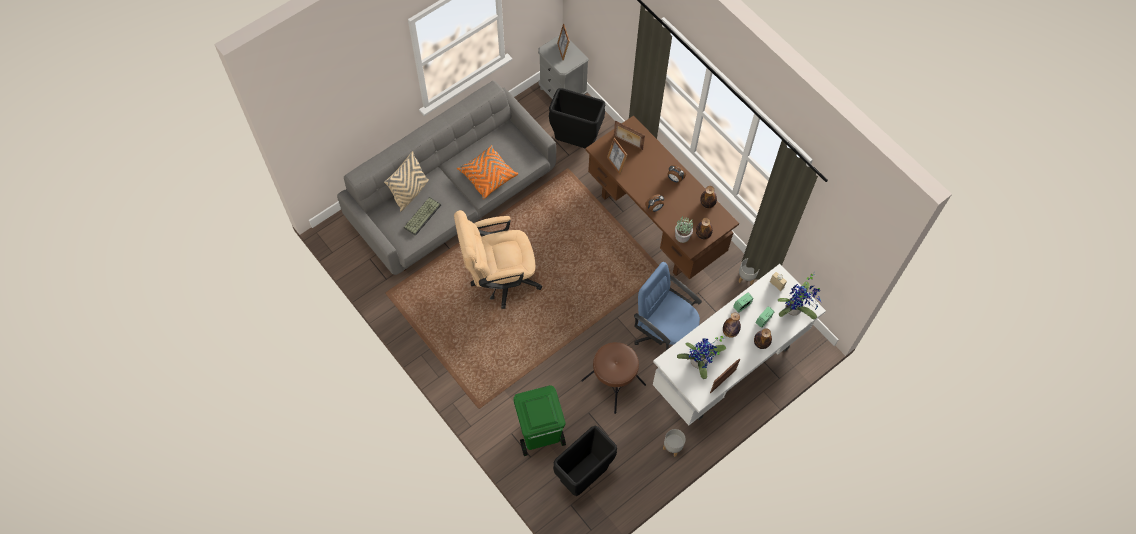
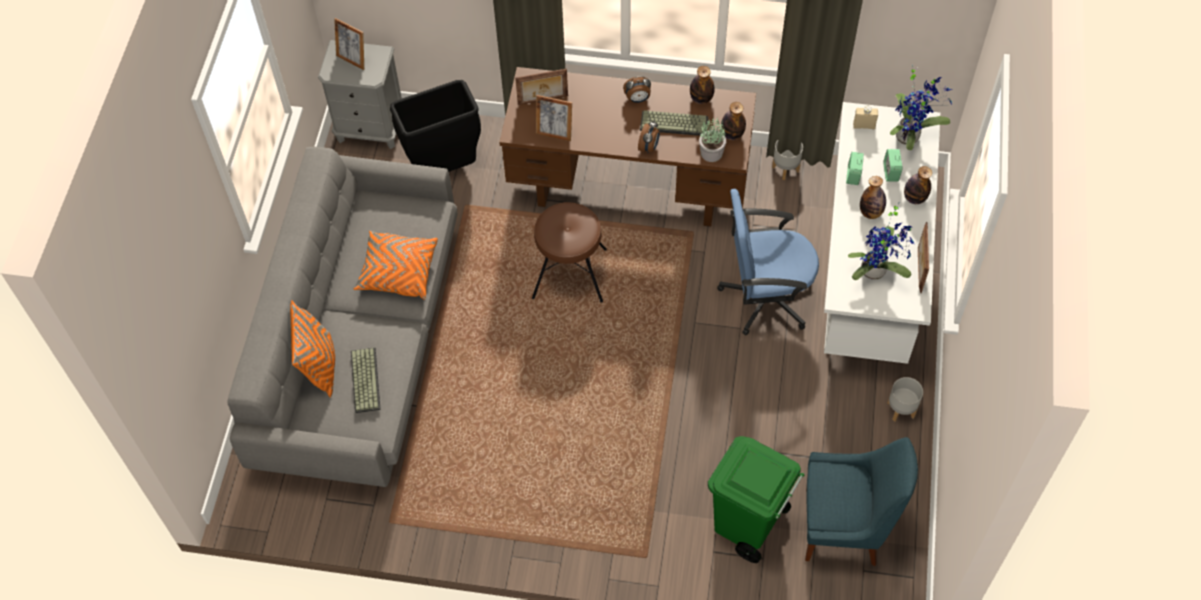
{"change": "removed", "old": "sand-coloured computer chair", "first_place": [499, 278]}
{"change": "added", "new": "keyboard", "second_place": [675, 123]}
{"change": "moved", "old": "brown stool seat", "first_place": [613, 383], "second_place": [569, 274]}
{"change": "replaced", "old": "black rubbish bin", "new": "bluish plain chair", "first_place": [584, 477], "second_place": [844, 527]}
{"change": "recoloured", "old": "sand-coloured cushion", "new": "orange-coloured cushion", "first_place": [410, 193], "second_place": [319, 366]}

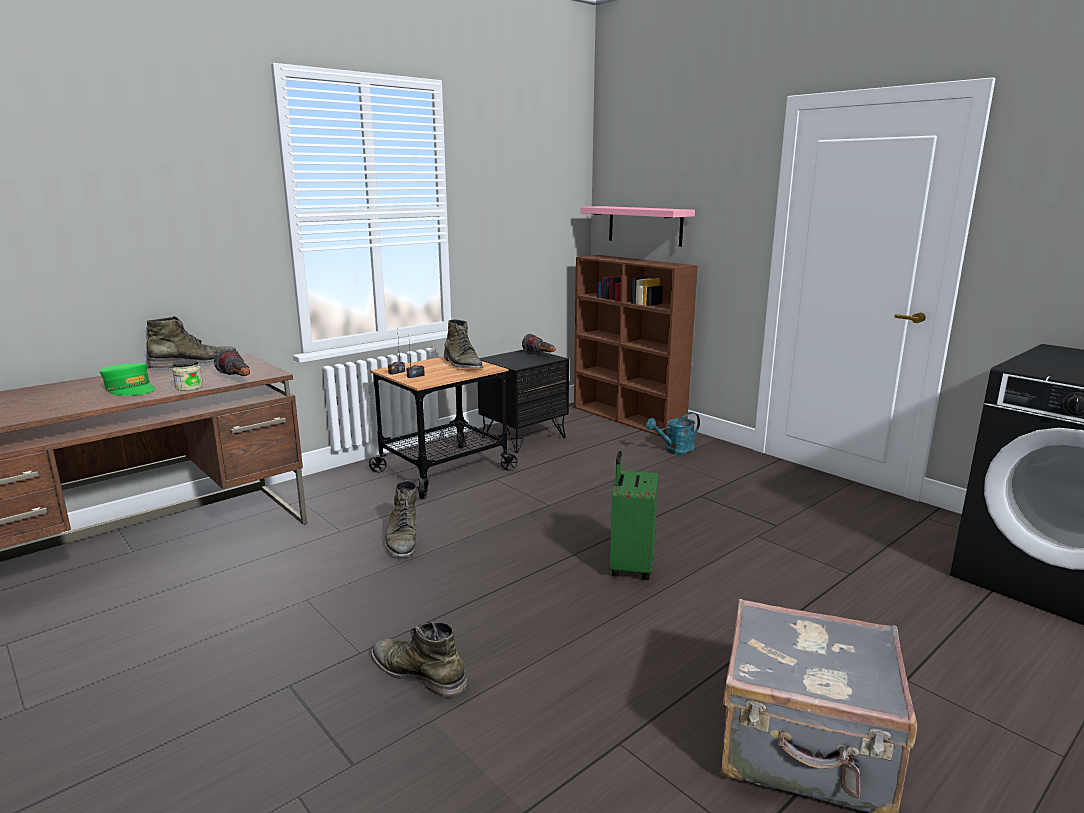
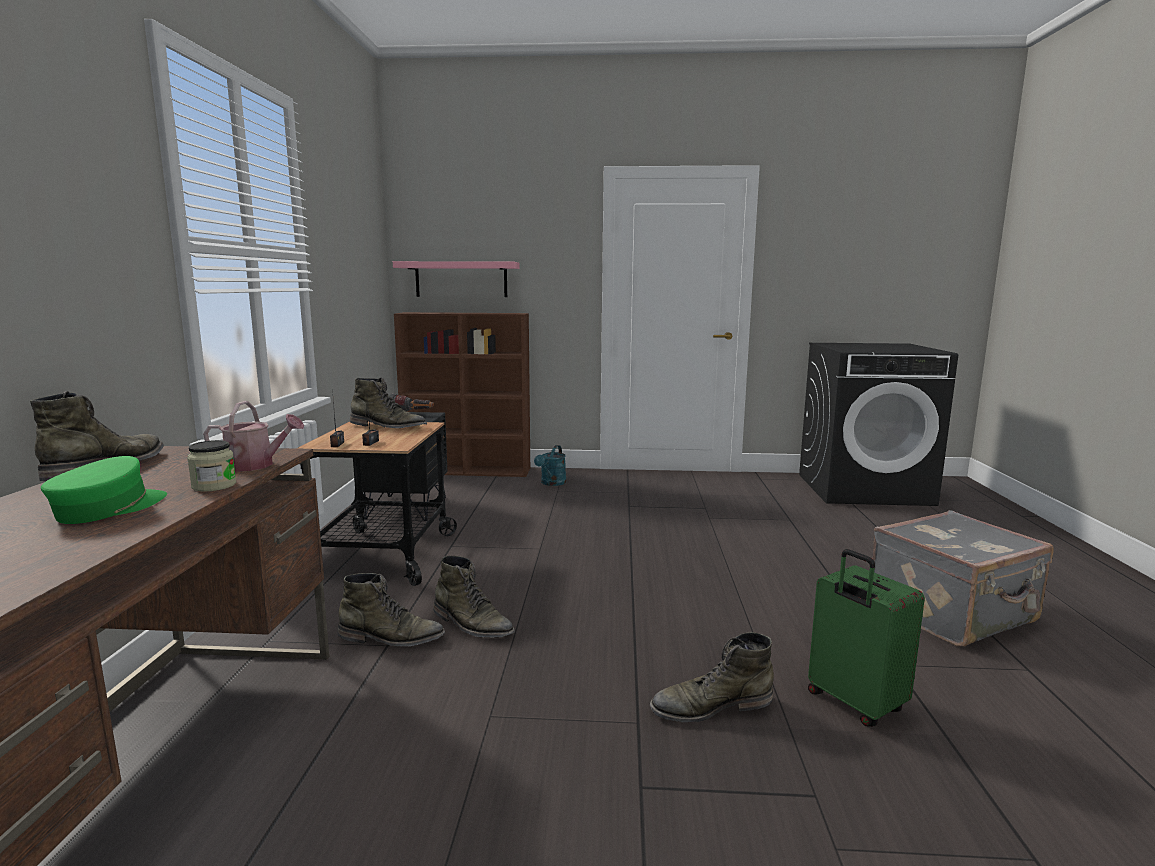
{"change": "added", "new": "green tall boot", "second_place": [391, 638]}
{"change": "moved", "old": "green travel case", "first_place": [630, 567], "second_place": [853, 703]}
{"change": "replaced", "old": "hand torch", "new": "watering can", "first_place": [238, 379], "second_place": [256, 465]}
{"change": "turned", "old": "green baseball cap", "first_place": [130, 389], "second_place": [109, 508], "degrees": -60}

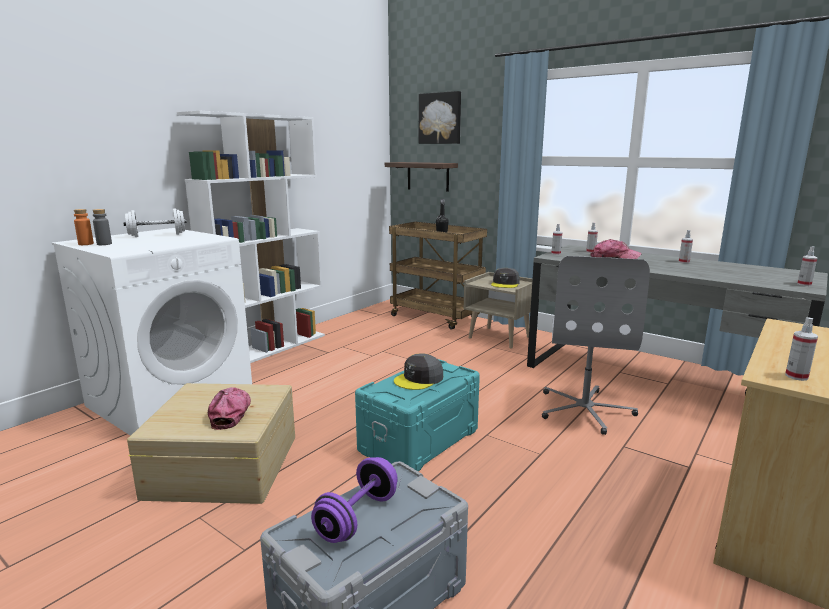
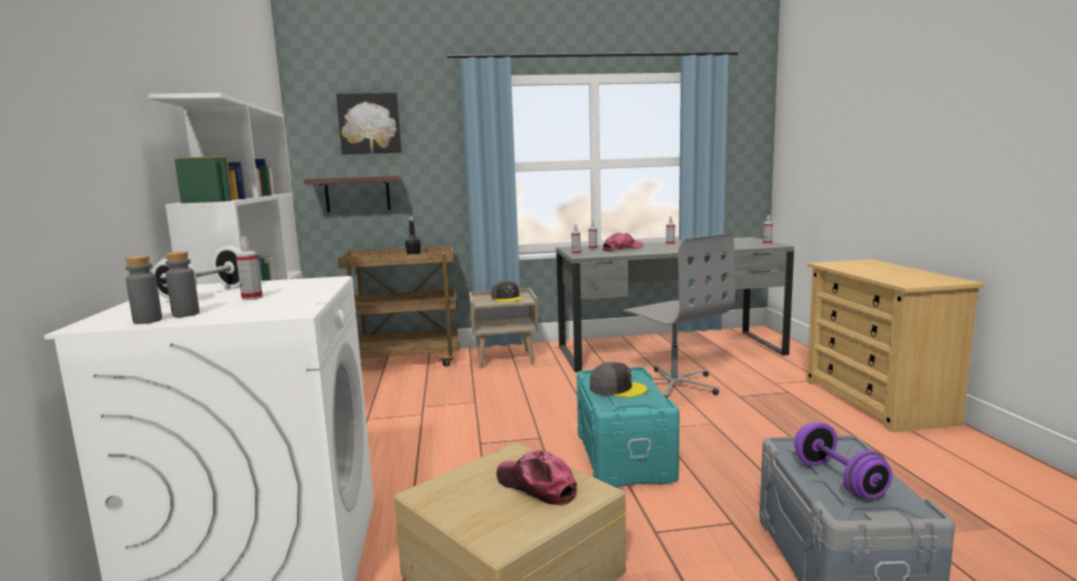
{"change": "moved", "old": "spray bottle", "first_place": [796, 376], "second_place": [252, 298]}
{"change": "recoloured", "old": "orange-coloured drink bottle", "new": "gray drink bottle", "first_place": [86, 244], "second_place": [147, 321]}
{"change": "turned", "old": "gray baseball cap", "first_place": [419, 379], "second_place": [617, 388], "degrees": -75}

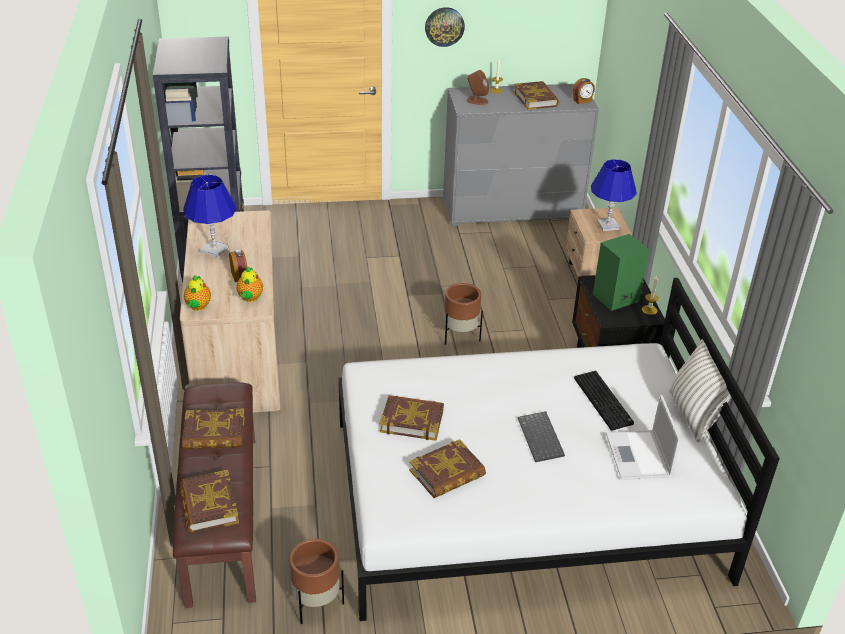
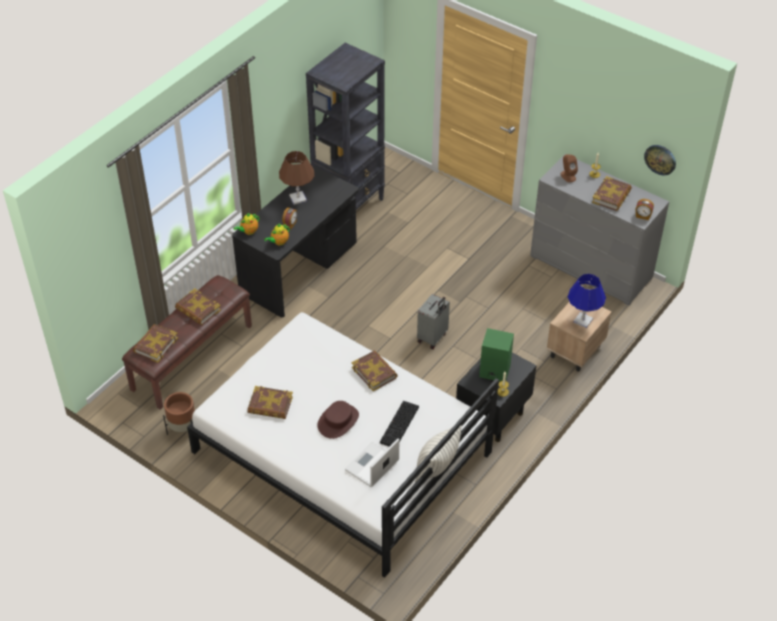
{"change": "moved", "old": "book", "first_place": [412, 421], "second_place": [374, 372]}
{"change": "moved", "old": "hanging clock", "first_place": [444, 26], "second_place": [660, 159]}
{"change": "replaced", "old": "brown flower pot", "new": "gray travel case", "first_place": [460, 336], "second_place": [433, 338]}
{"change": "replaced", "old": "keyboard", "new": "brown wearable hat", "first_place": [542, 438], "second_place": [338, 421]}
{"change": "recoloured", "old": "sand-coloured desk unit", "new": "black desk unit", "first_place": [237, 354], "second_place": [299, 268]}
{"change": "recoloured", "old": "bluish table lamp", "new": "brown table lamp", "first_place": [214, 249], "second_place": [298, 198]}

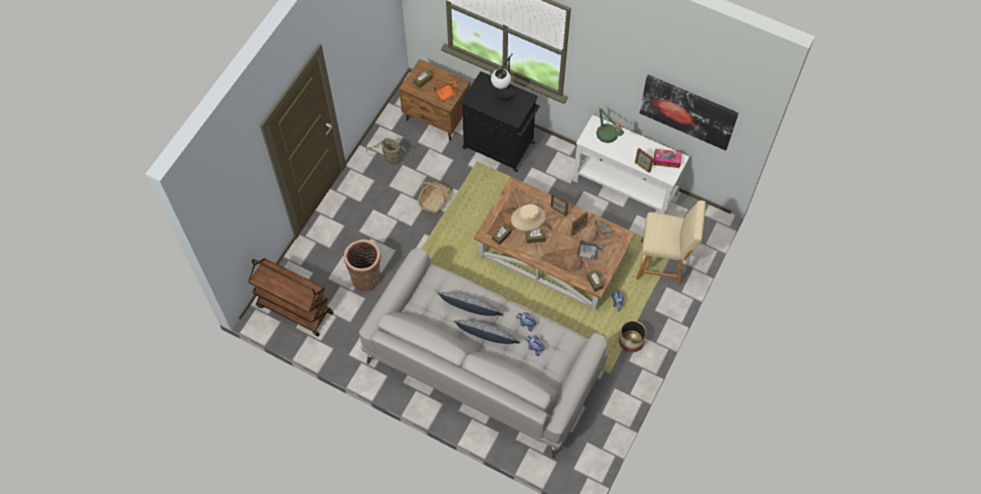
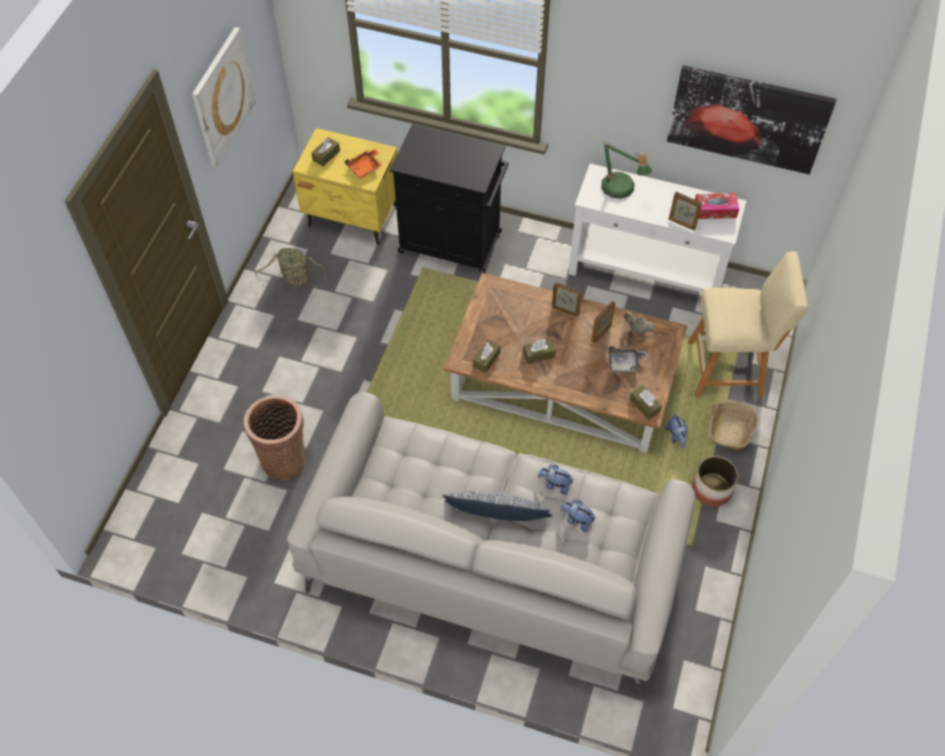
{"change": "removed", "old": "brown cart", "first_place": [294, 309]}
{"change": "removed", "old": "cushion", "first_place": [470, 309]}
{"change": "removed", "old": "table lamp", "first_place": [502, 98]}
{"change": "removed", "old": "sand-coloured wearable hat", "first_place": [528, 218]}
{"change": "added", "new": "wall picture", "second_place": [222, 97]}
{"change": "moved", "old": "basket", "first_place": [434, 200], "second_place": [730, 429]}
{"change": "recoloured", "old": "brown nightstand", "new": "yellow nightstand", "first_place": [437, 117], "second_place": [353, 217]}

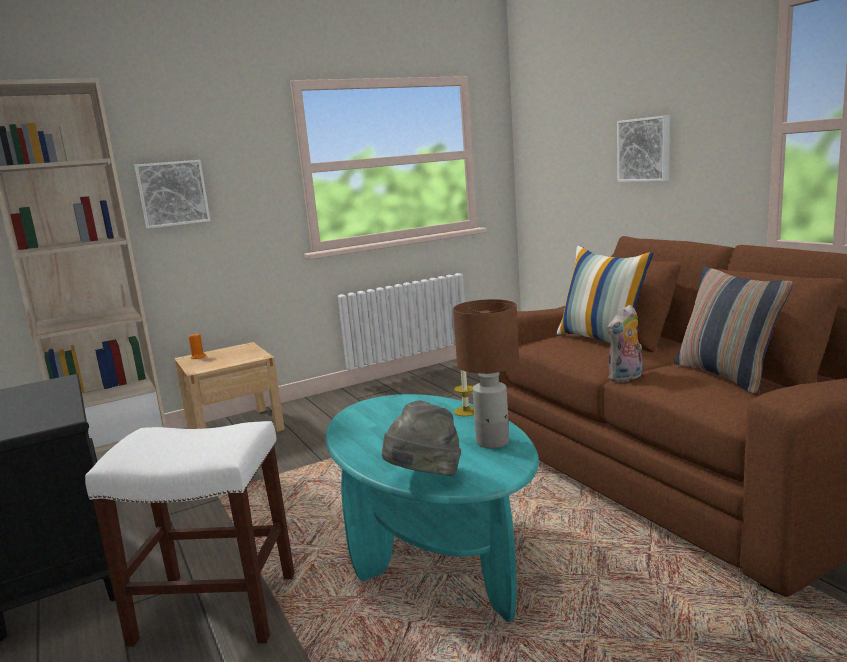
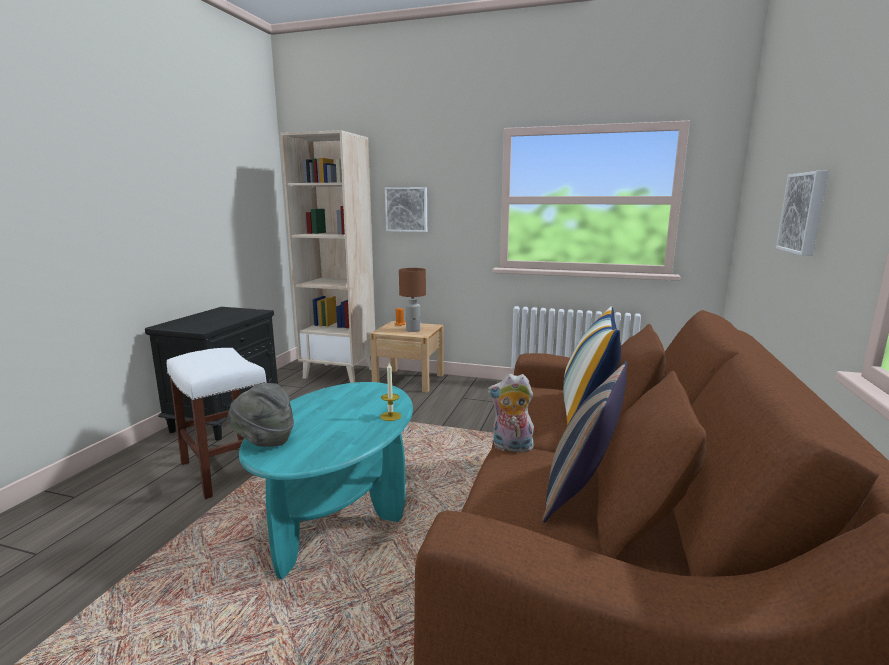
{"change": "moved", "old": "brown table lamp", "first_place": [492, 441], "second_place": [413, 330]}

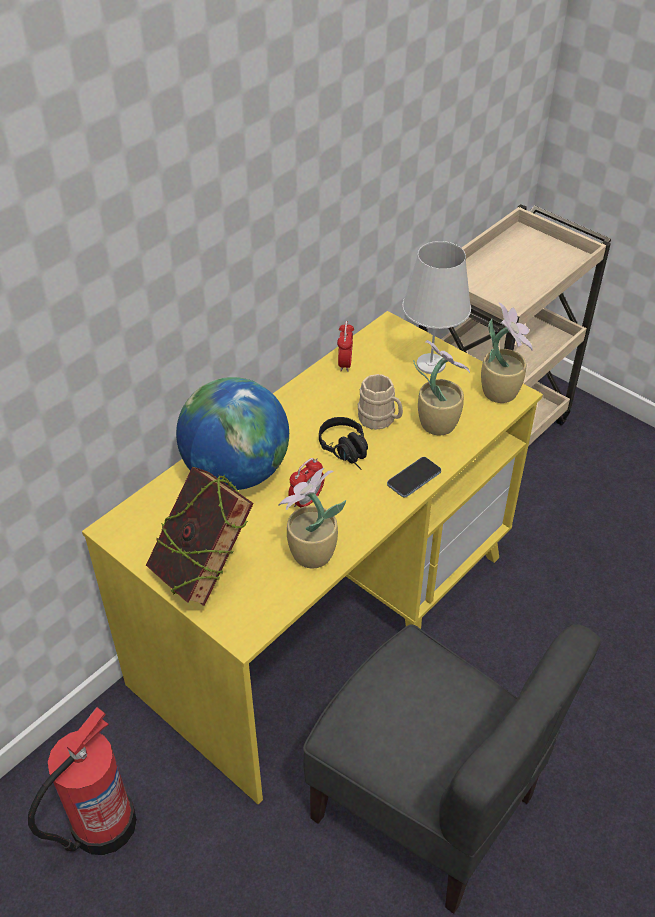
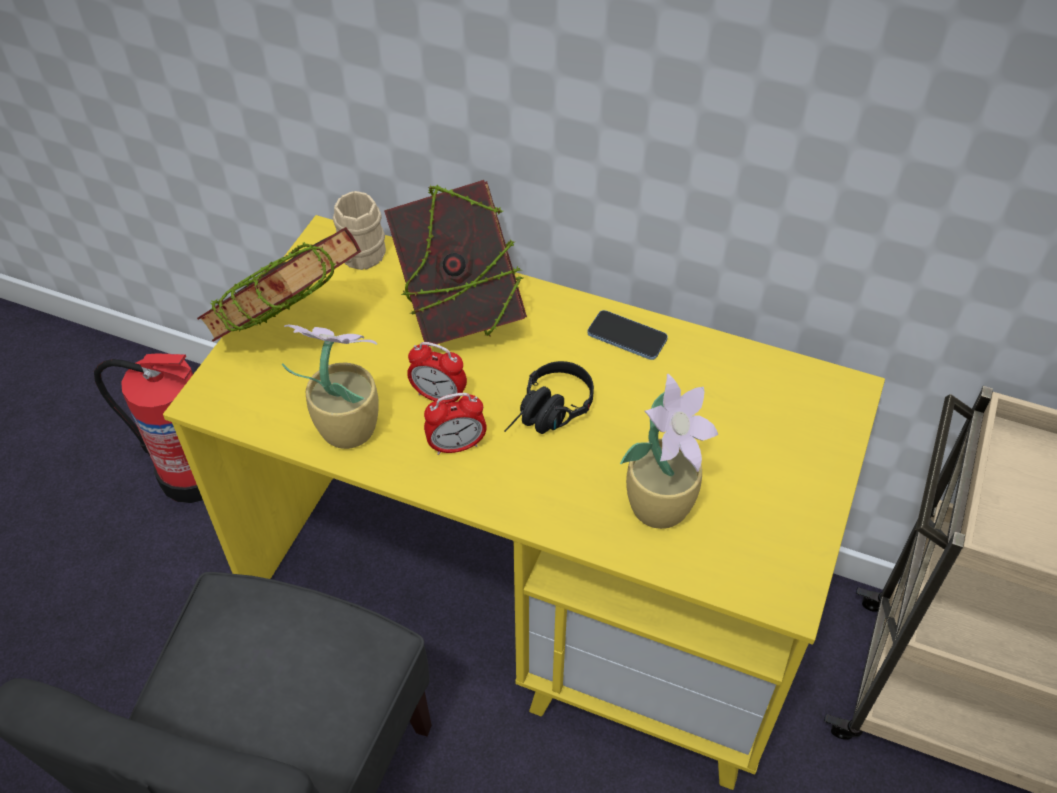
{"change": "removed", "old": "white table lamp", "first_place": [431, 364]}
{"change": "removed", "old": "houseplant", "first_place": [500, 391]}
{"change": "moved", "old": "bedside clock", "first_place": [345, 363], "second_place": [456, 446]}
{"change": "moved", "old": "sand-coloured coffee mug", "first_place": [380, 420], "second_place": [359, 258]}
{"change": "moved", "old": "telephone", "first_place": [414, 478], "second_place": [627, 337]}
{"change": "replaced", "old": "world globe", "new": "book", "first_place": [236, 472], "second_place": [459, 312]}

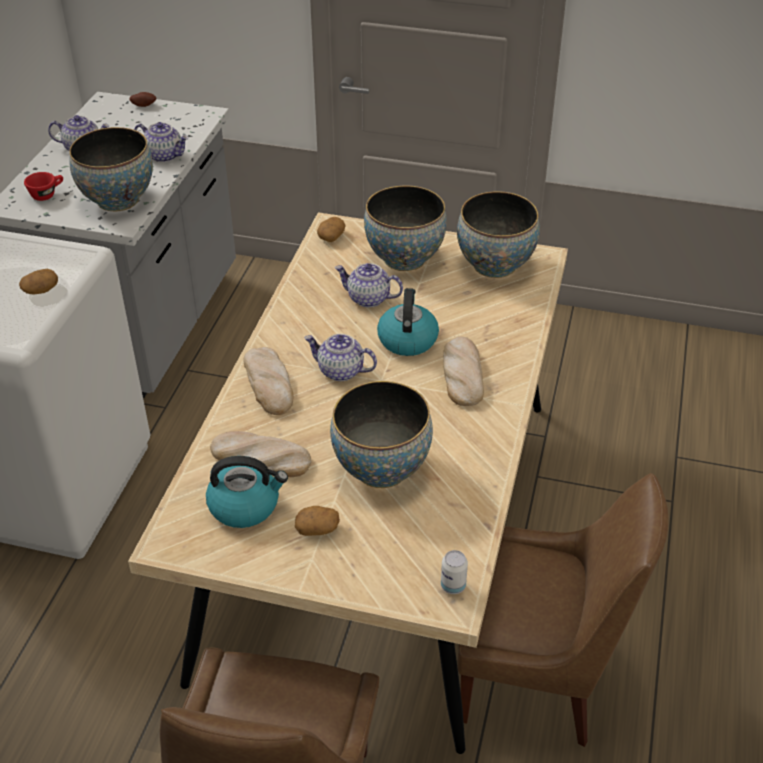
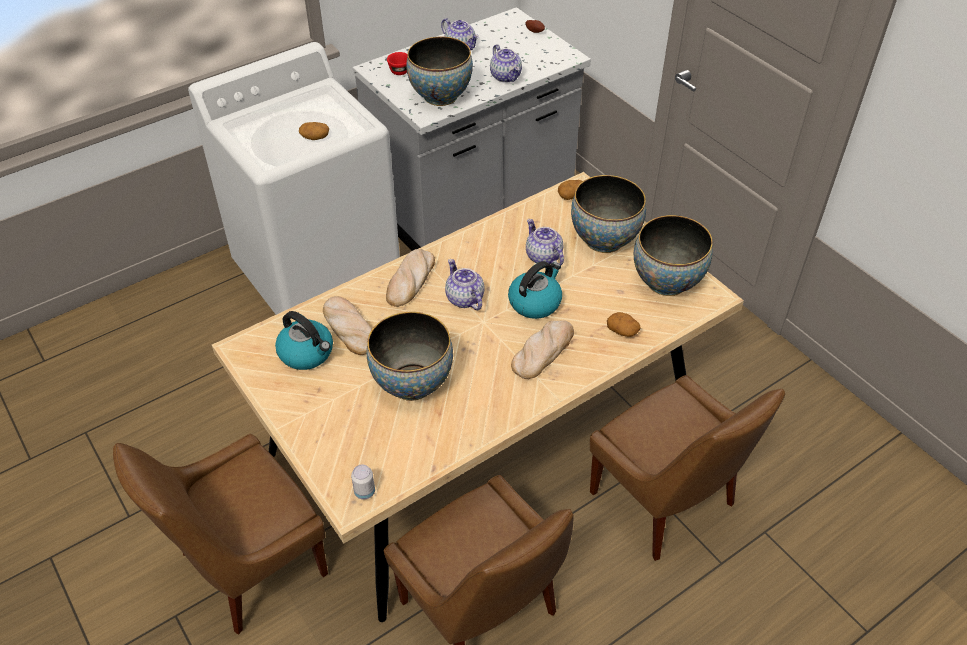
{"change": "added", "new": "brown plain chair", "second_place": [665, 502]}
{"change": "moved", "old": "spud", "first_place": [317, 528], "second_place": [622, 331]}

